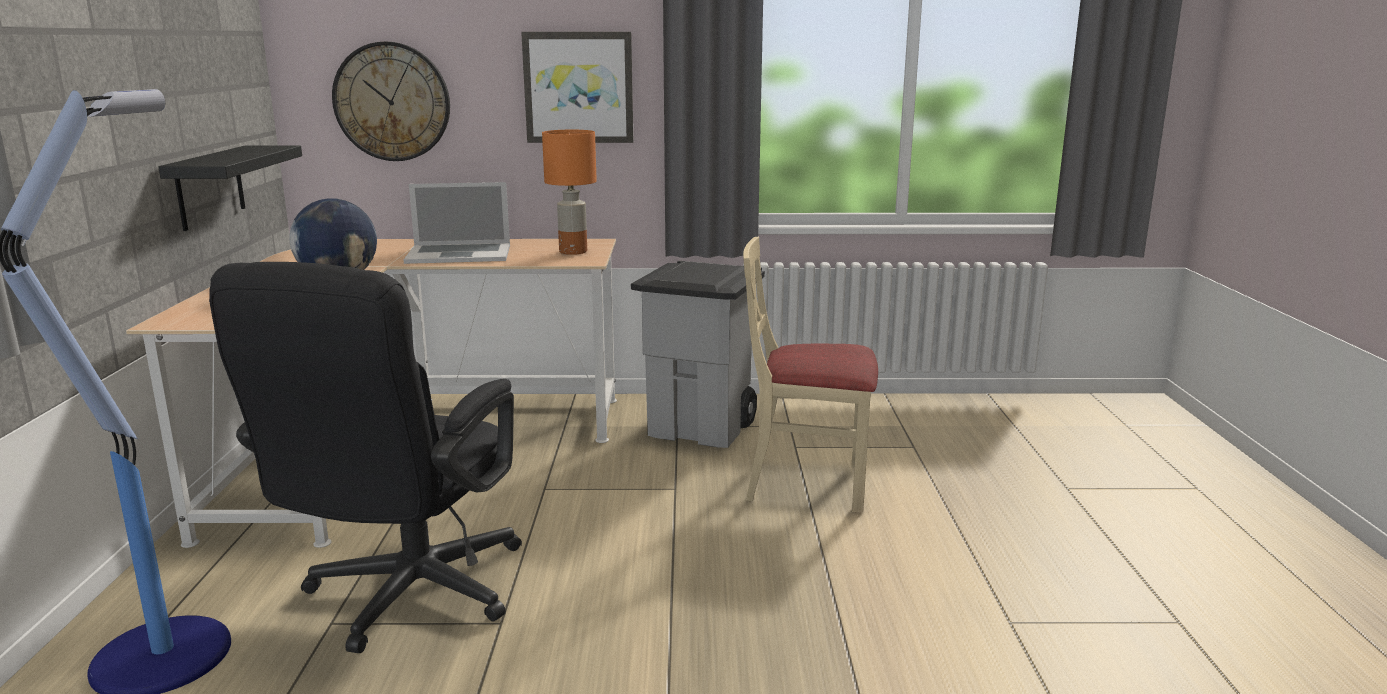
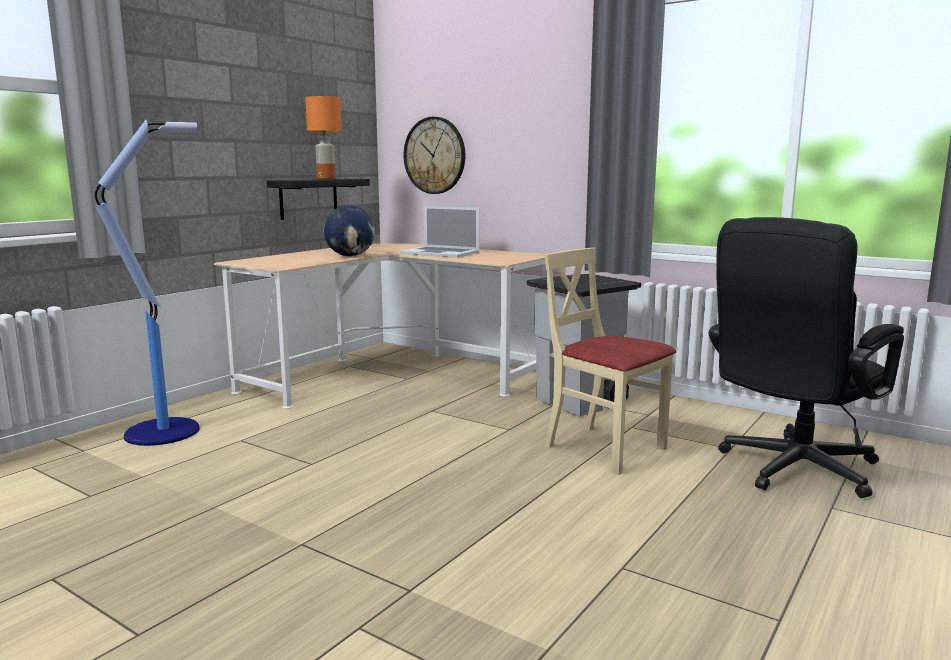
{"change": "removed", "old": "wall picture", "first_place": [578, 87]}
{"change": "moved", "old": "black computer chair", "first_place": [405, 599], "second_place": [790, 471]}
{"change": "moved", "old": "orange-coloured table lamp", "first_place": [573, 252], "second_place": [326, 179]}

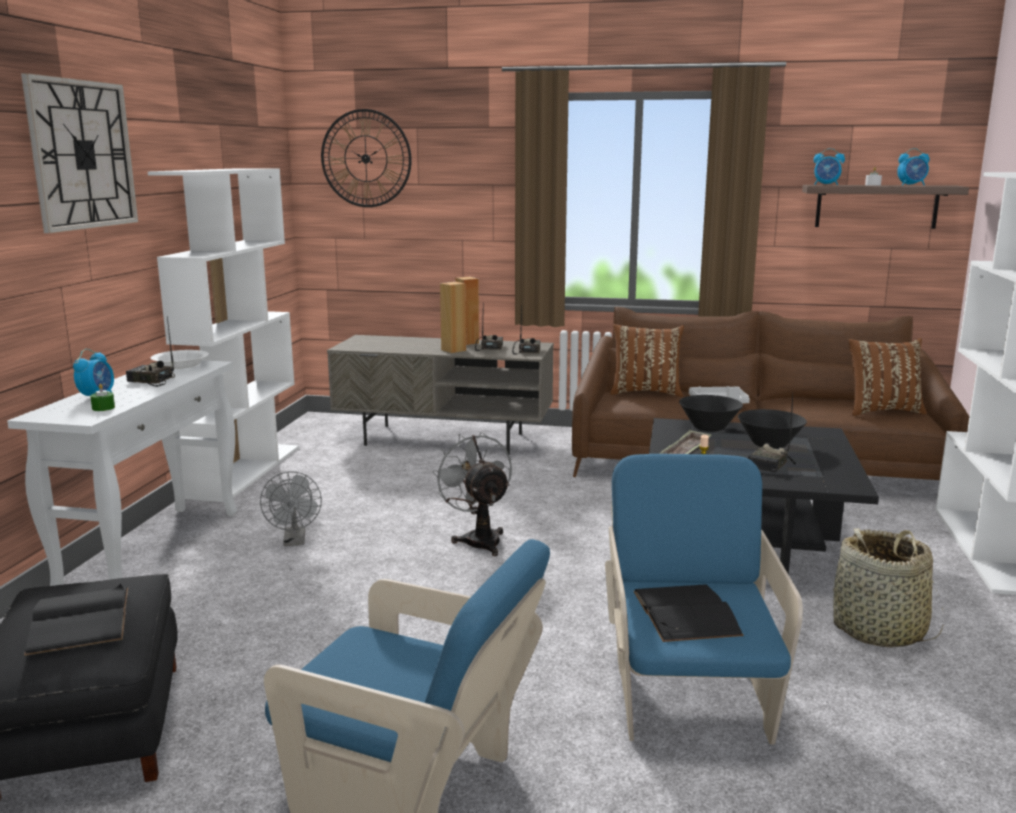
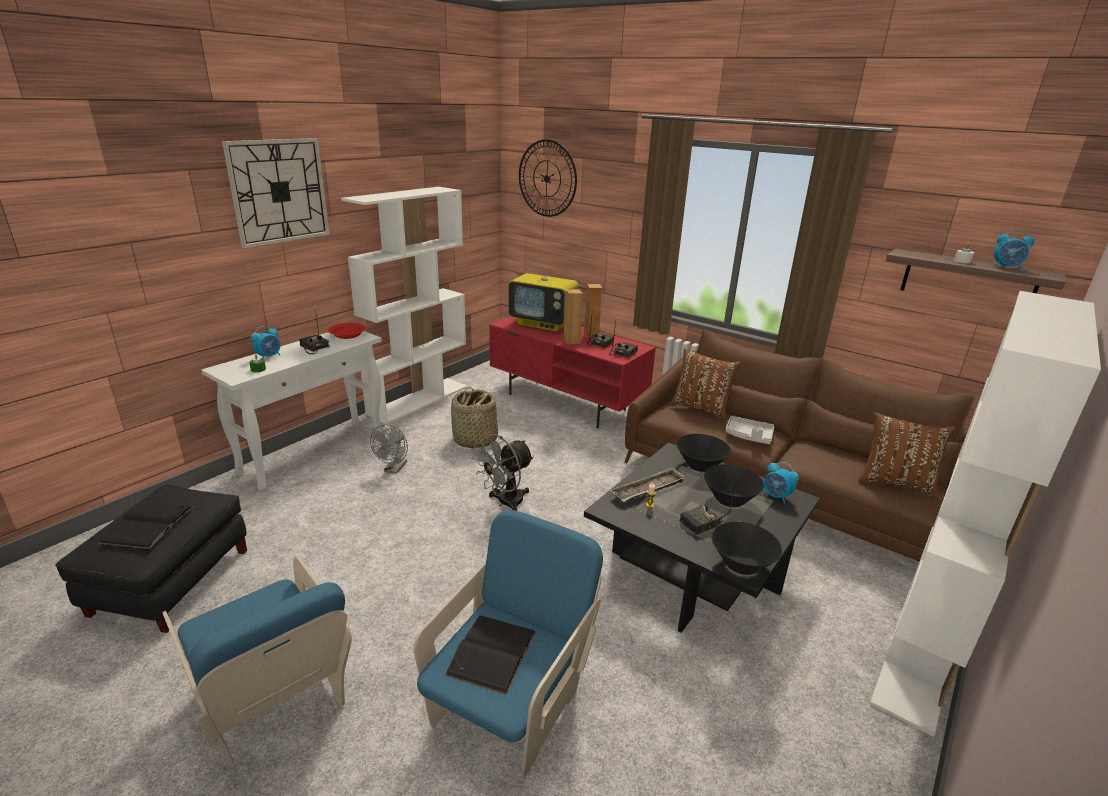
{"change": "added", "new": "television", "second_place": [543, 324]}
{"change": "added", "new": "black serving bowl", "second_place": [741, 565]}
{"change": "moved", "old": "bedside clock", "first_place": [826, 184], "second_place": [776, 496]}
{"change": "moved", "old": "basket", "first_place": [879, 630], "second_place": [475, 440]}
{"change": "recoloured", "old": "white serving bowl", "new": "red-coloured serving bowl", "first_place": [180, 366], "second_place": [347, 335]}
{"change": "recoloured", "old": "gray tv stand", "new": "red-coloured tv stand", "first_place": [445, 439], "second_place": [567, 402]}
{"change": "turned", "old": "gray cooling fan", "first_place": [479, 539], "second_place": [505, 503], "degrees": -135}

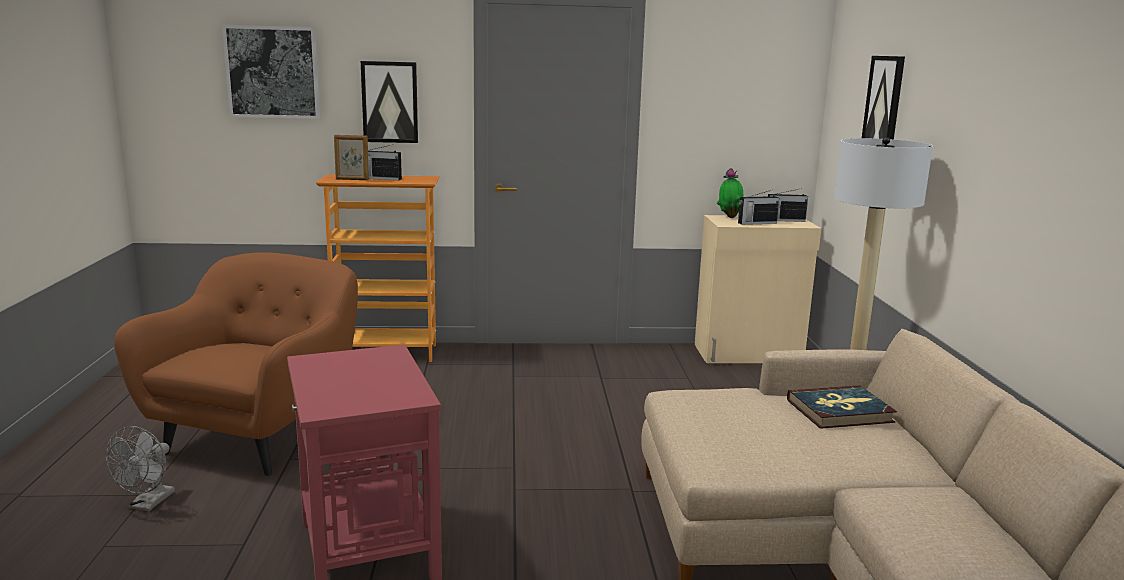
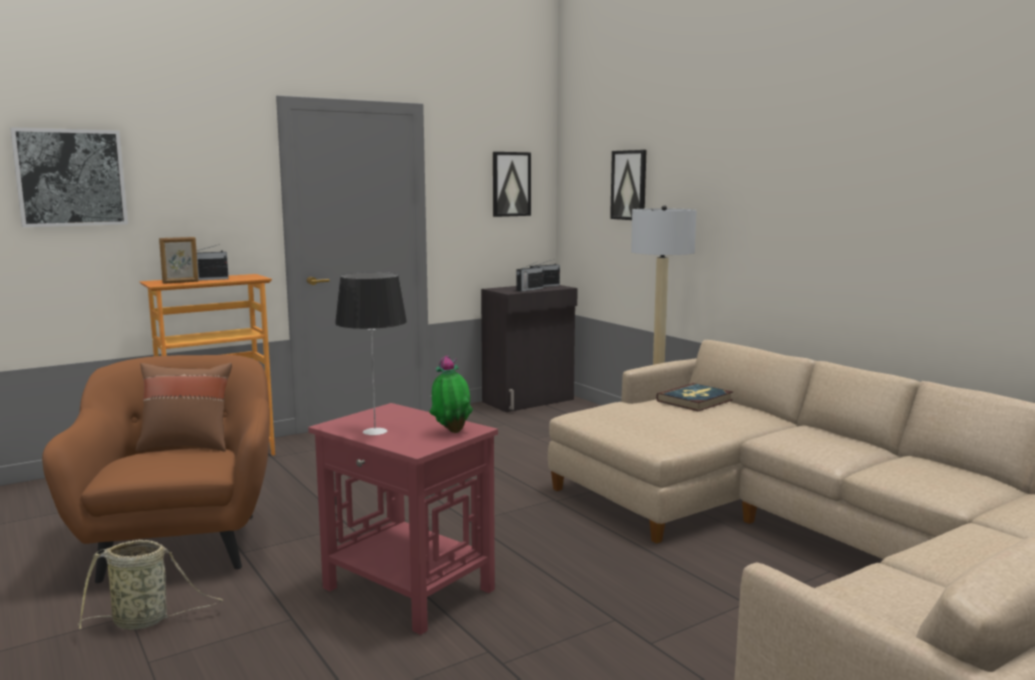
{"change": "added", "new": "brown cushion", "second_place": [187, 446]}
{"change": "added", "new": "table lamp", "second_place": [375, 431]}
{"change": "moved", "old": "wall picture", "first_place": [390, 102], "second_place": [511, 184]}
{"change": "moved", "old": "houseplant", "first_place": [729, 217], "second_place": [451, 431]}
{"change": "replaced", "old": "gray cooling fan", "new": "basket", "first_place": [148, 504], "second_place": [145, 621]}
{"change": "recoloured", "old": "sand-coloured cabinet", "new": "black cabinet", "first_place": [749, 354], "second_place": [529, 401]}

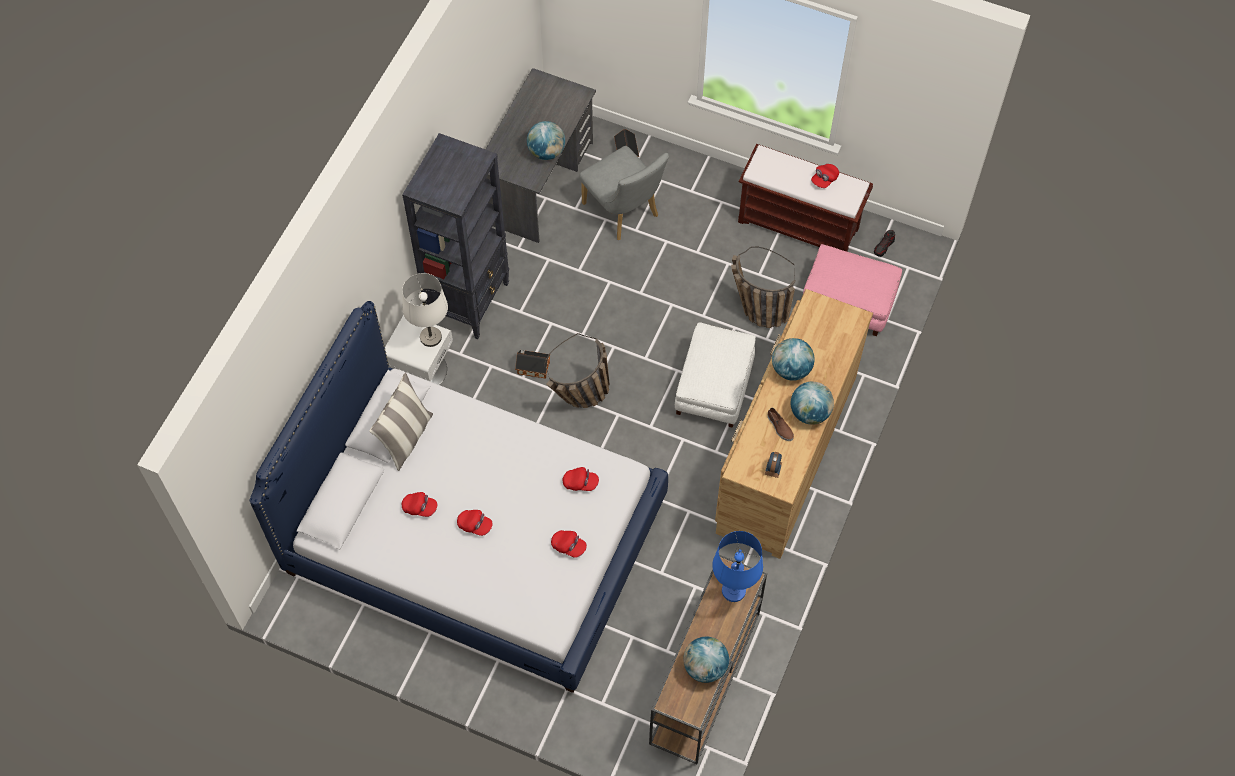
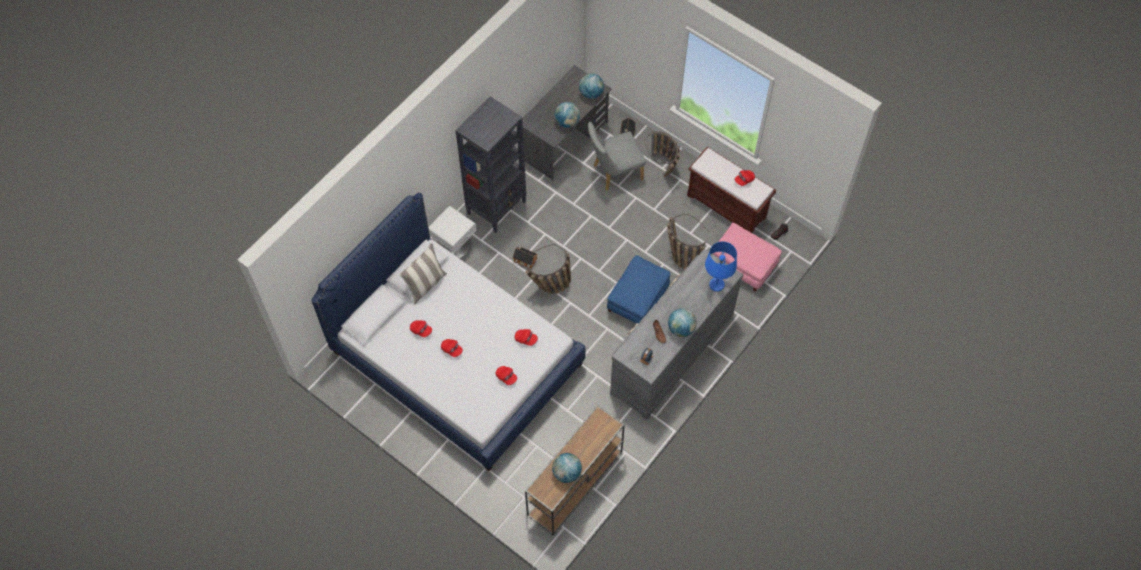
{"change": "removed", "old": "white table lamp", "first_place": [430, 337]}
{"change": "added", "new": "basket", "second_place": [664, 169]}
{"change": "moved", "old": "bluish table lamp", "first_place": [734, 591], "second_place": [717, 285]}
{"change": "moved", "old": "world globe", "first_place": [791, 369], "second_place": [591, 93]}
{"change": "recoloured", "old": "white ottoman", "new": "bluish ottoman", "first_place": [714, 388], "second_place": [638, 300]}
{"change": "recoloured", "old": "brown chest of drawers", "new": "gray chest of drawers", "first_place": [785, 453], "second_place": [671, 353]}
{"change": "turned", "old": "gray plain chair", "first_place": [624, 213], "second_place": [614, 173], "degrees": 90}

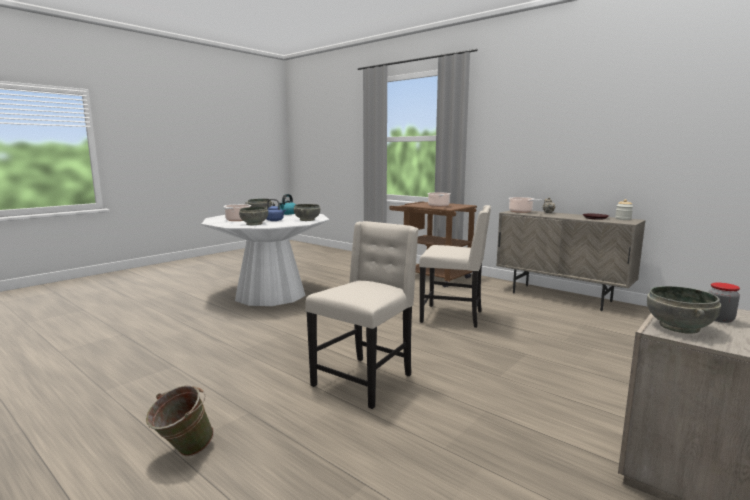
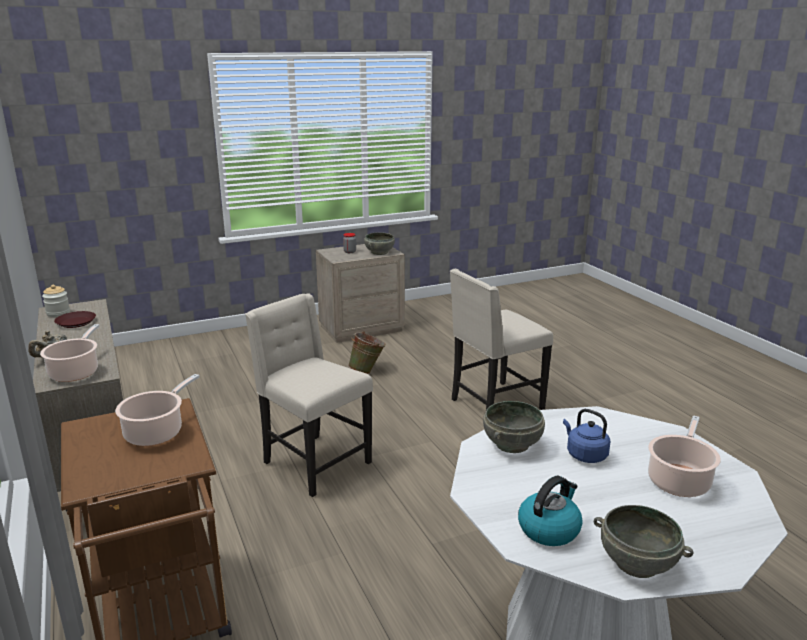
{"change": "removed", "old": "gray serving bowl", "first_place": [254, 224]}
{"change": "moved", "old": "green pail", "first_place": [183, 453], "second_place": [367, 371]}

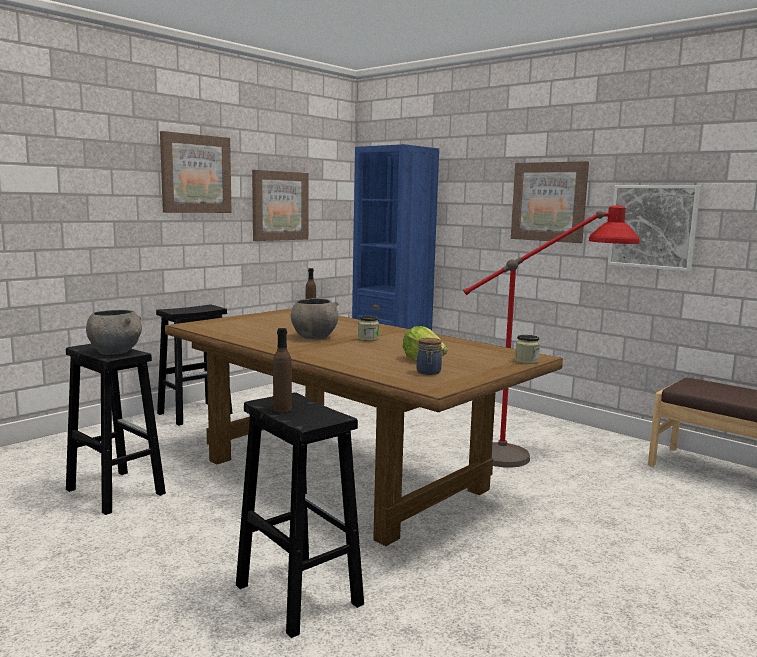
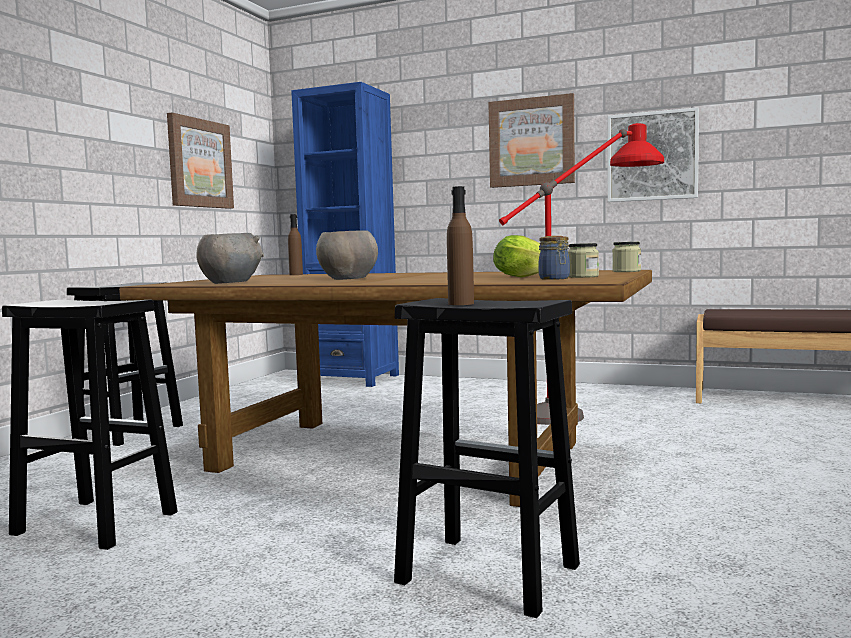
{"change": "removed", "old": "wall picture", "first_place": [195, 174]}
{"change": "moved", "old": "gray serving bowl", "first_place": [115, 352], "second_place": [231, 283]}
{"change": "moved", "old": "storage jar", "first_place": [368, 339], "second_place": [582, 276]}

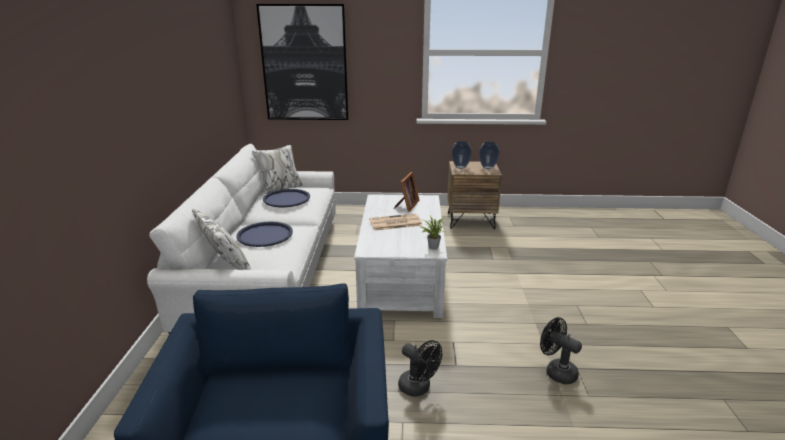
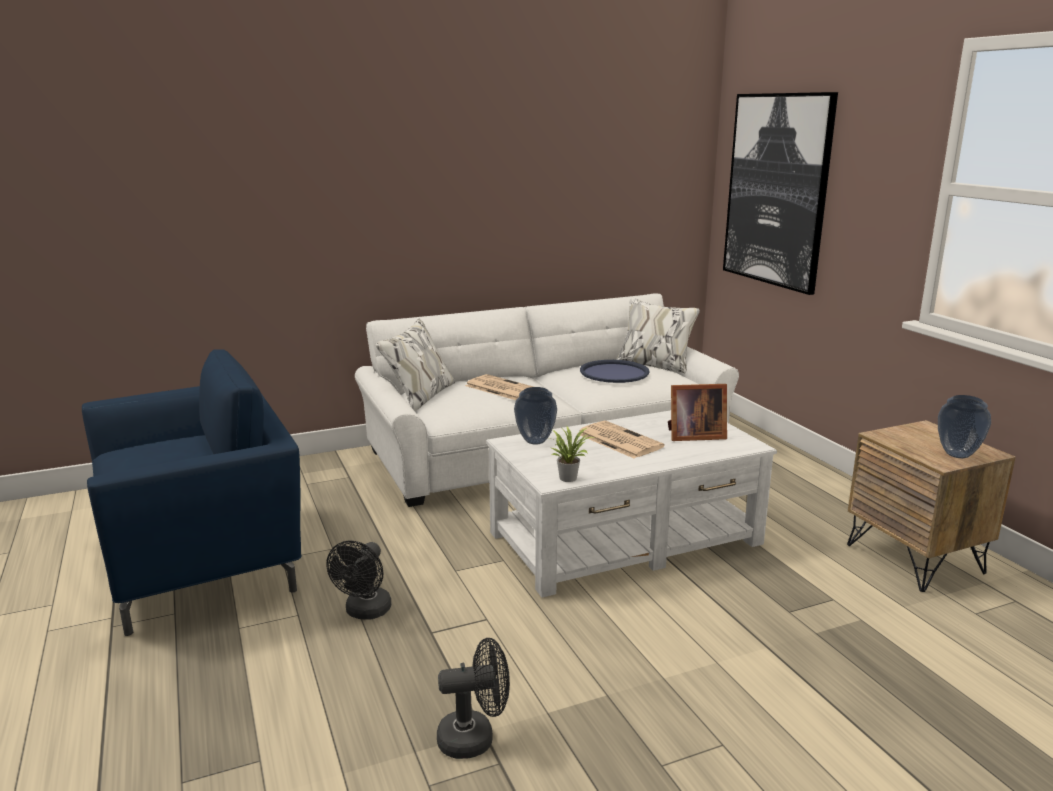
{"change": "moved", "old": "vase", "first_place": [460, 167], "second_place": [535, 441]}
{"change": "replaced", "old": "bluish carrying tray", "new": "printed paper", "first_place": [265, 235], "second_place": [500, 388]}
{"change": "turned", "old": "black cooling fan", "first_place": [556, 371], "second_place": [475, 738], "degrees": 60}

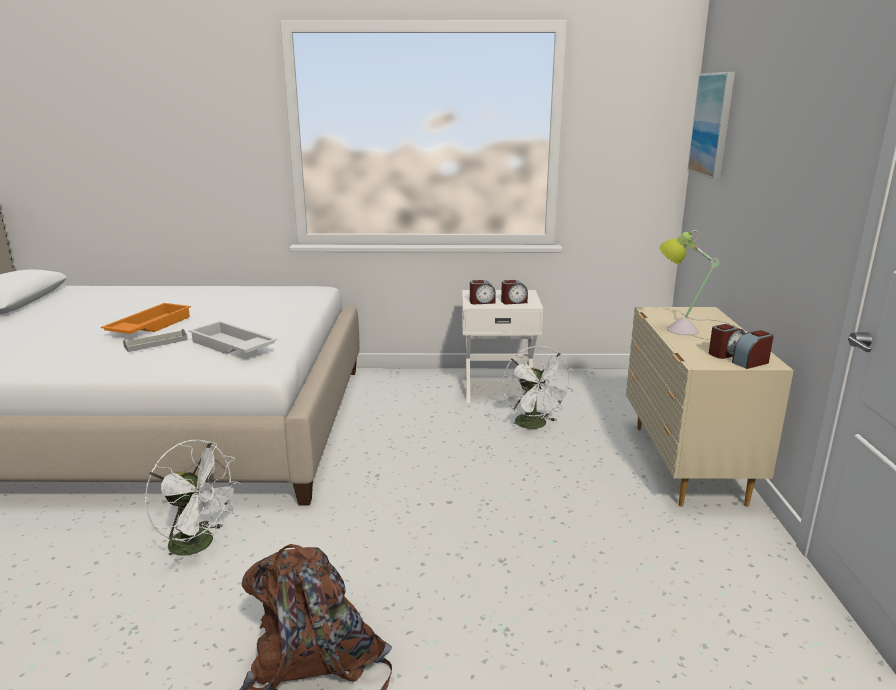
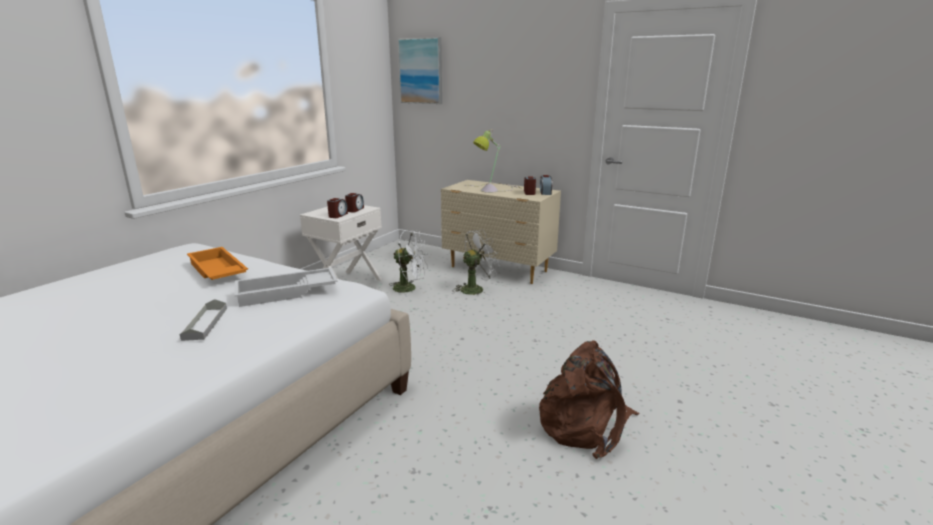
{"change": "moved", "old": "orange-coloured carrying tray", "first_place": [149, 326], "second_place": [216, 271]}
{"change": "moved", "old": "white cooling fan", "first_place": [199, 545], "second_place": [476, 289]}

